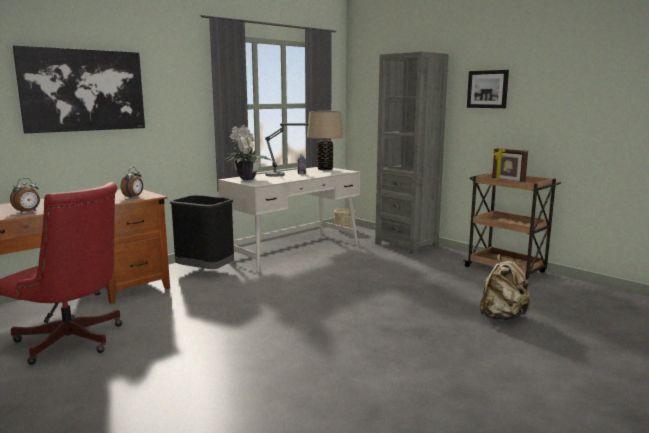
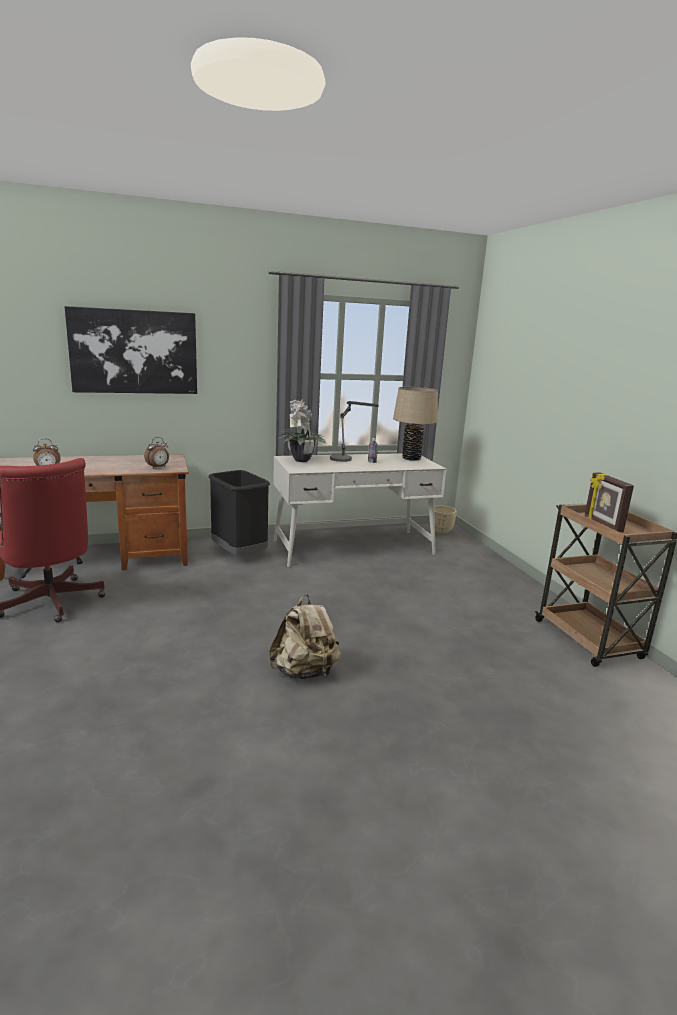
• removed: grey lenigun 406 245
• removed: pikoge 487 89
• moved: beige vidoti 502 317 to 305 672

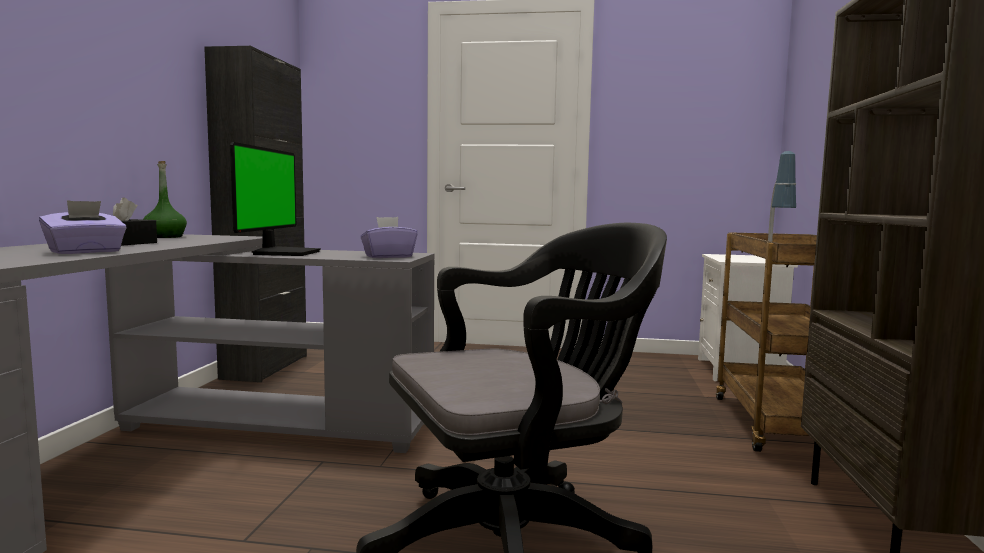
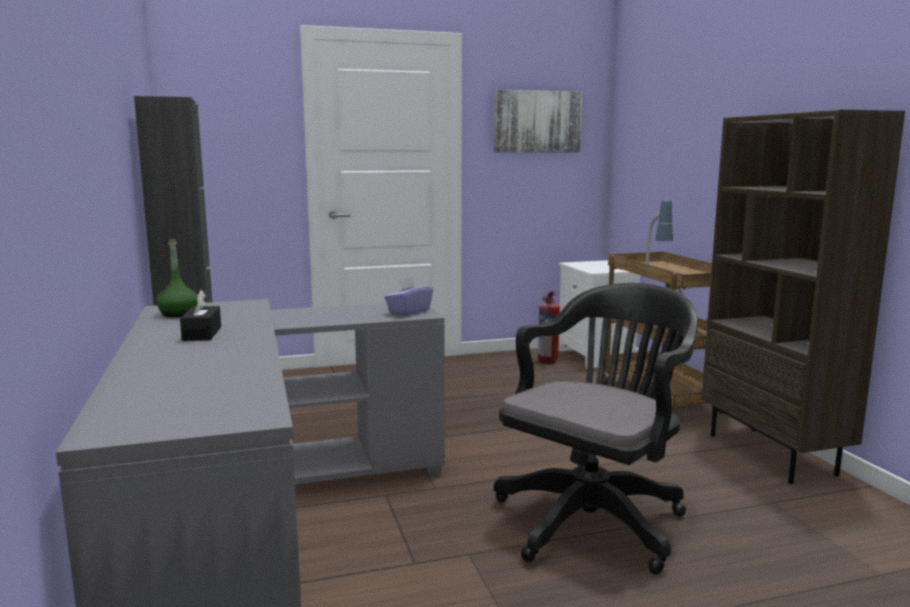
• removed: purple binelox 86 252
• removed: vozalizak 284 253
• added: pikoge 537 121
• added: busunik 548 361

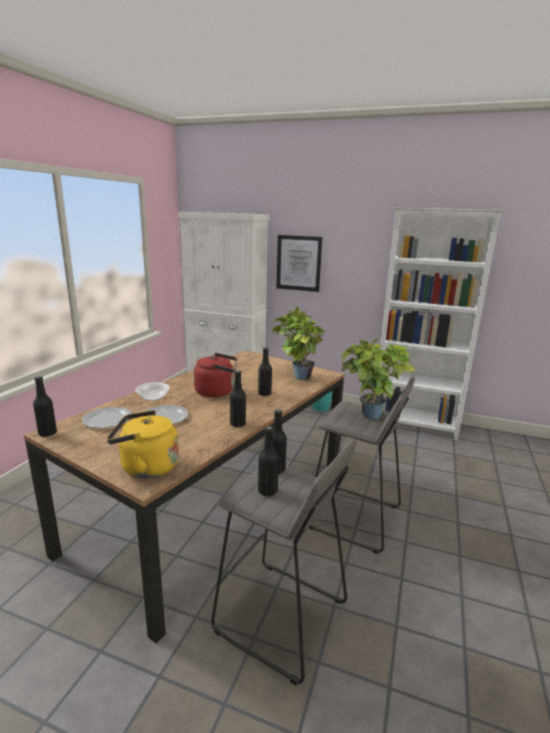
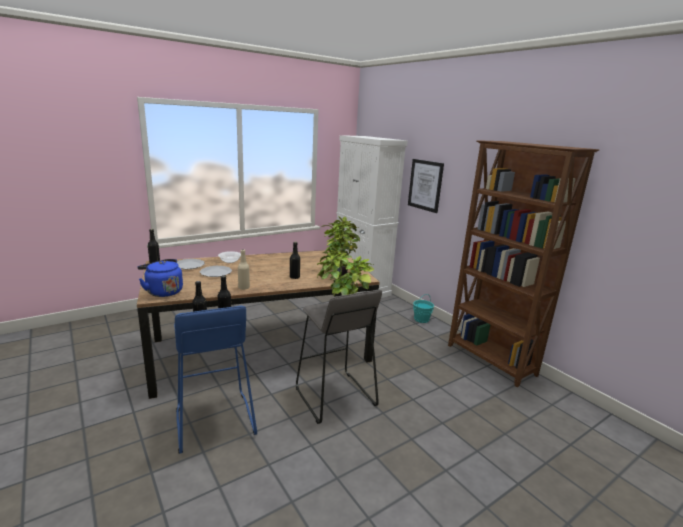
• removed: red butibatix 217 392
• recoloured: yellow butibatix 146 467 to blue butibatix 163 291
• recoloured: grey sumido 280 618 to blue sumido 214 422
• recoloured: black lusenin 237 424 to beige lusenin 244 288
• recoloured: white lenigun 414 425 to brown lenigun 490 360

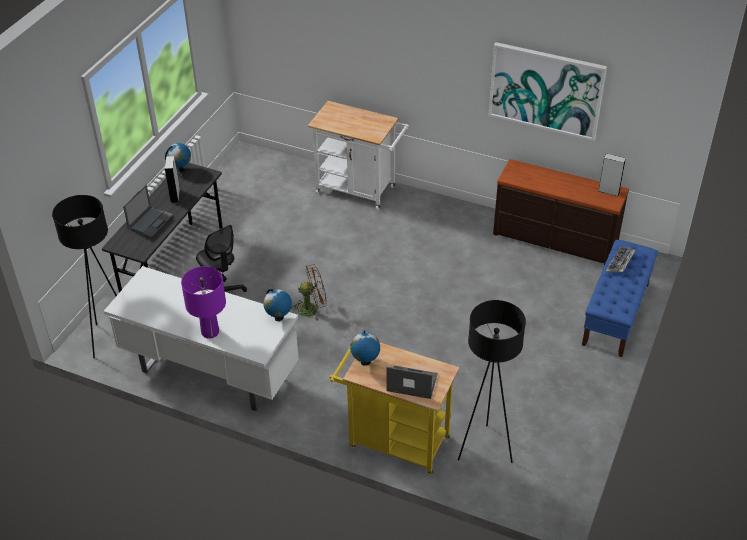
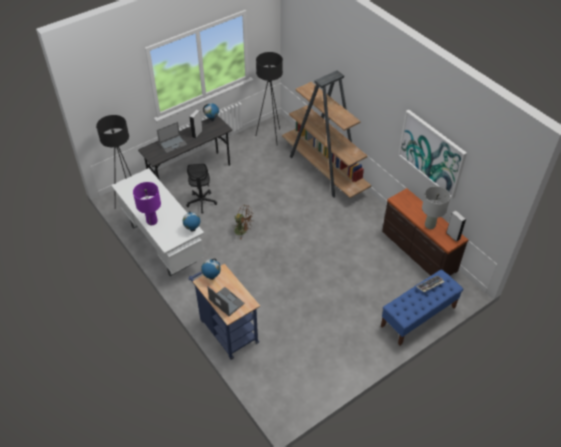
• added: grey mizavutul 429 225
• moved: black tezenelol 484 449 to 270 136
• replaced: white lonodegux 360 190 to brown lenigun 324 171
• recoloured: yellow lonodegux 393 441 to blue lonodegux 227 329

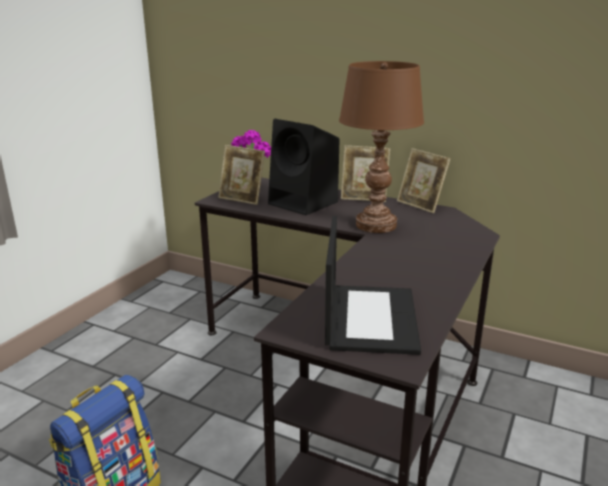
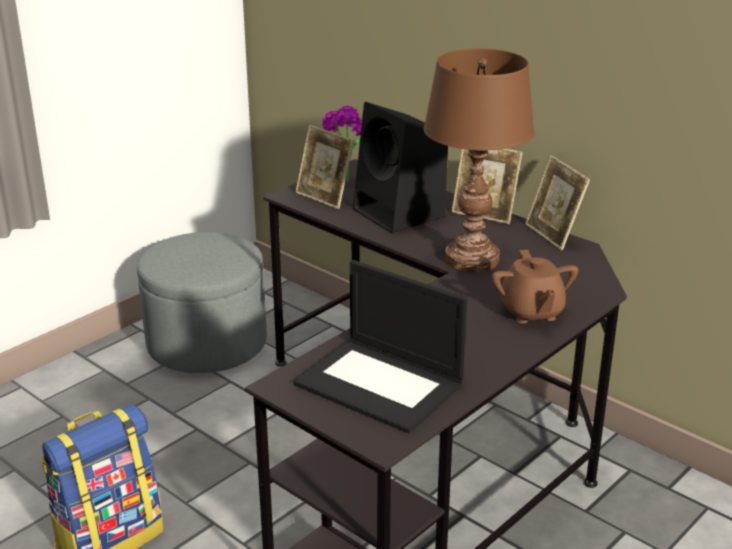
• added: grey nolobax 207 343
• added: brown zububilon 531 312
• turned: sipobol 369 318 = 381 384 105 degrees clockwise

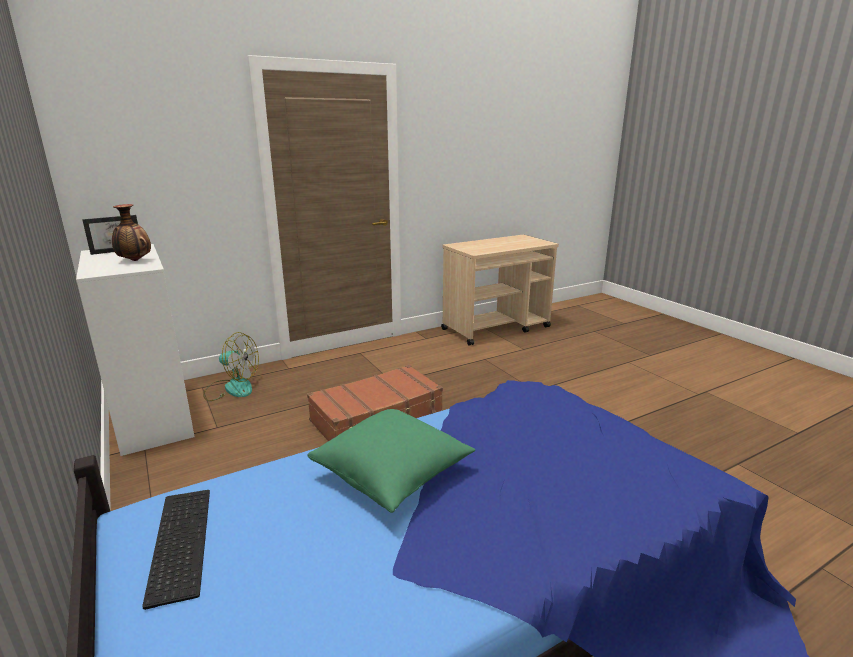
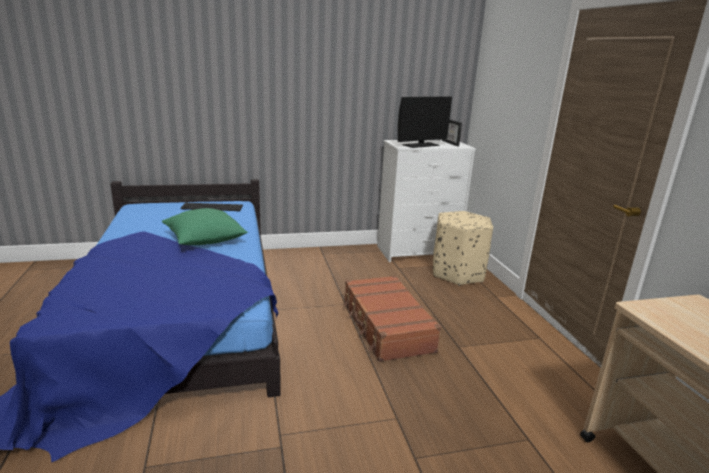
• replaced: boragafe 134 261 to vozalizak 421 145
• replaced: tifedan 231 388 to beige nolobax 458 273

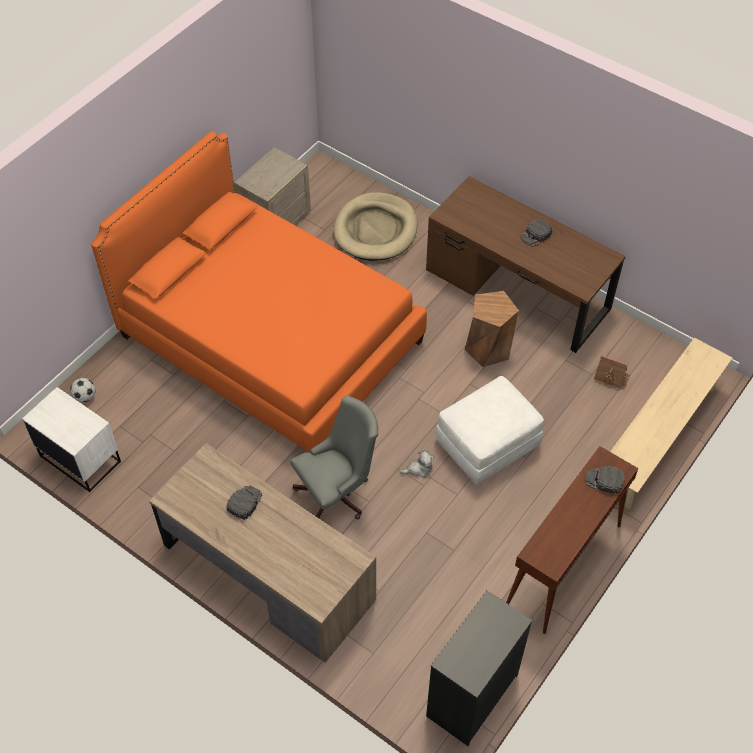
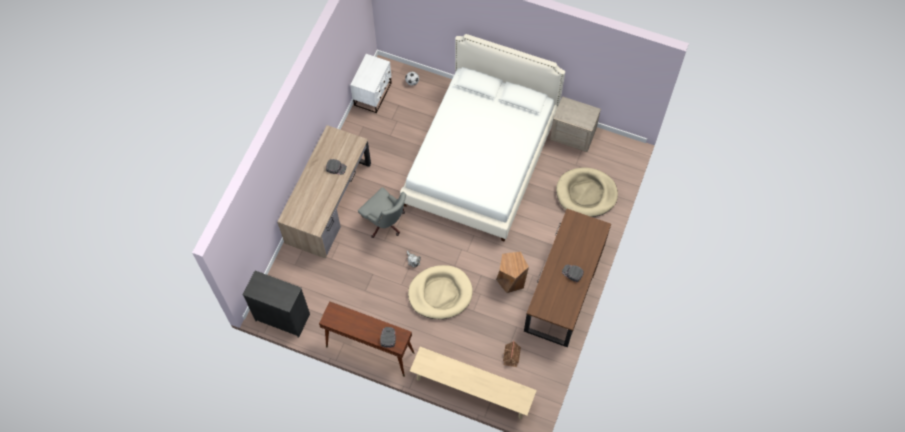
• replaced: white nolobax 487 444 to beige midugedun 440 293
• recoloured: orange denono 270 338 to white denono 481 160

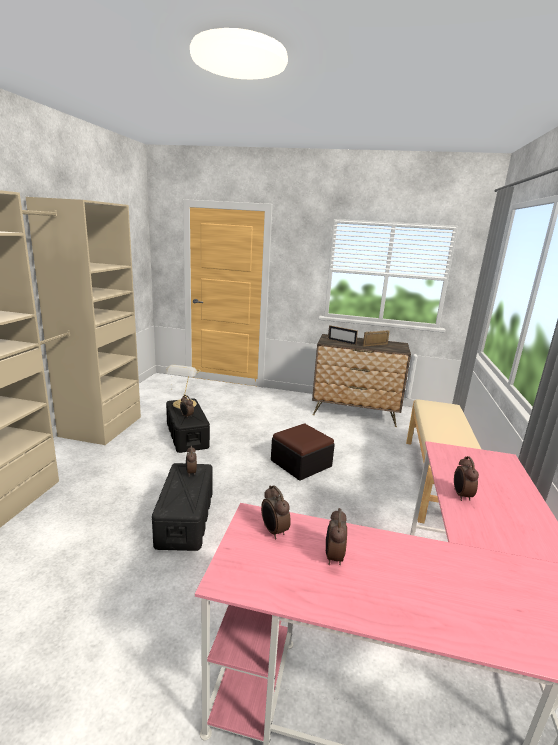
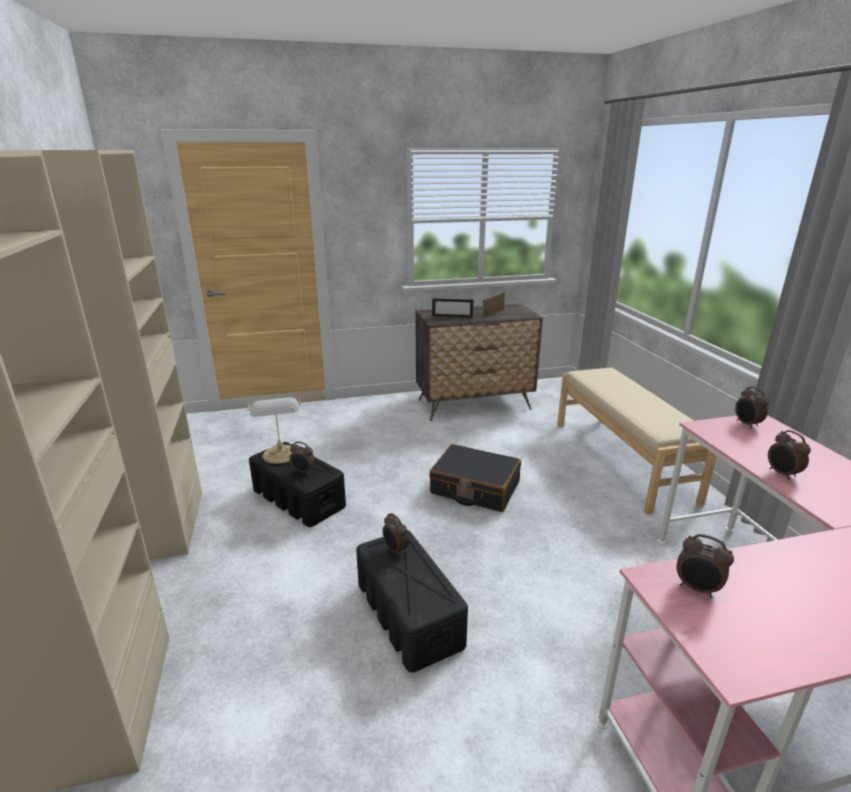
• moved: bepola 333 557 to 746 424
• replaced: nolobax 301 463 to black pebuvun 474 488

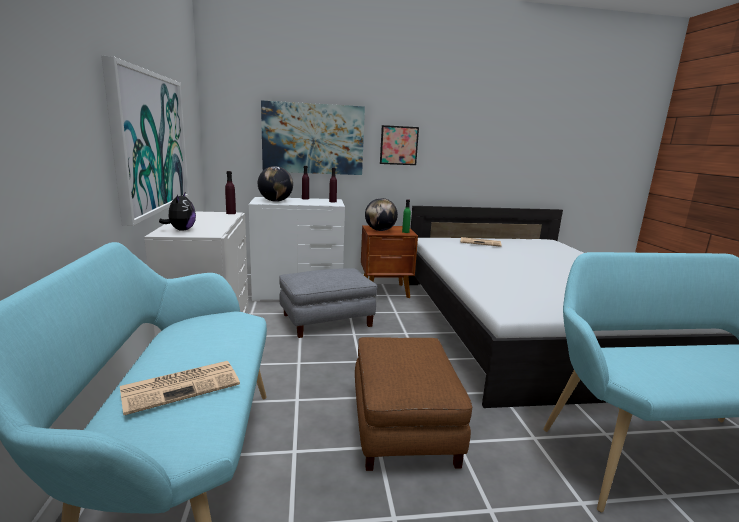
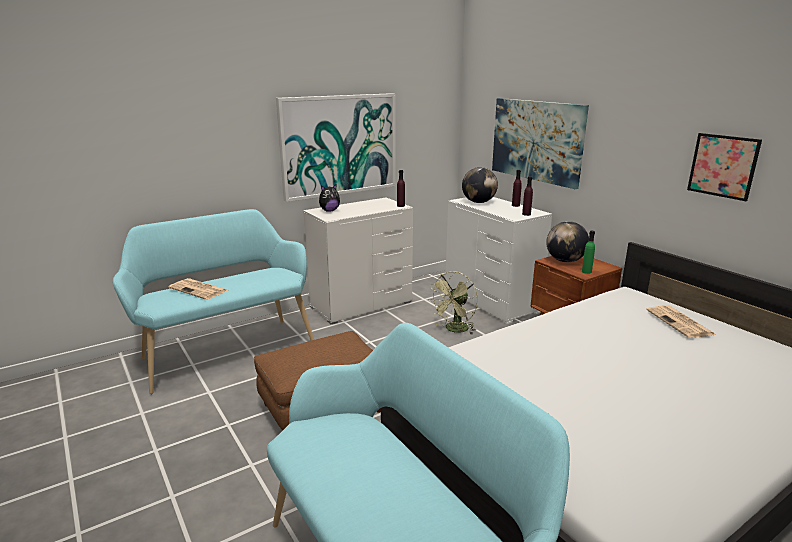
• moved: pikoge 399 145 to 723 166
• replaced: grey nolobax 327 320 to green tifedan 454 330

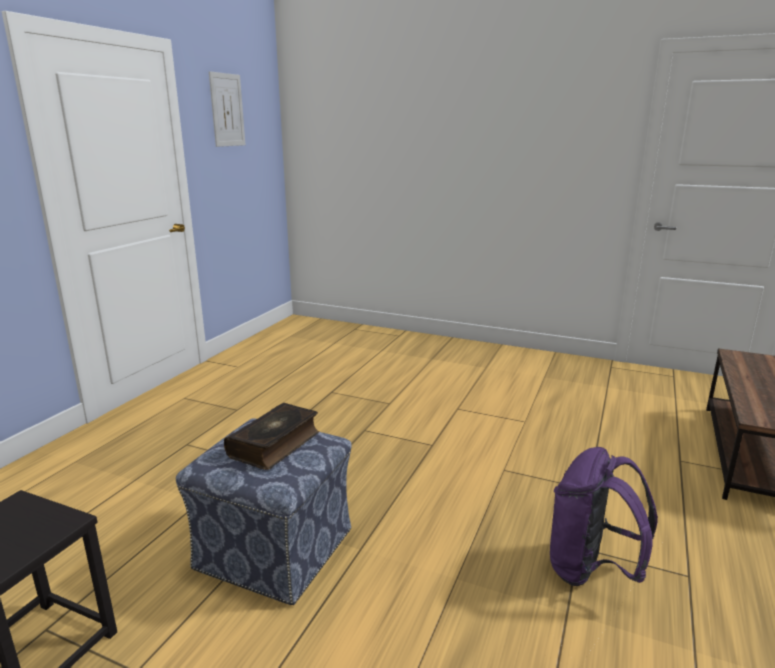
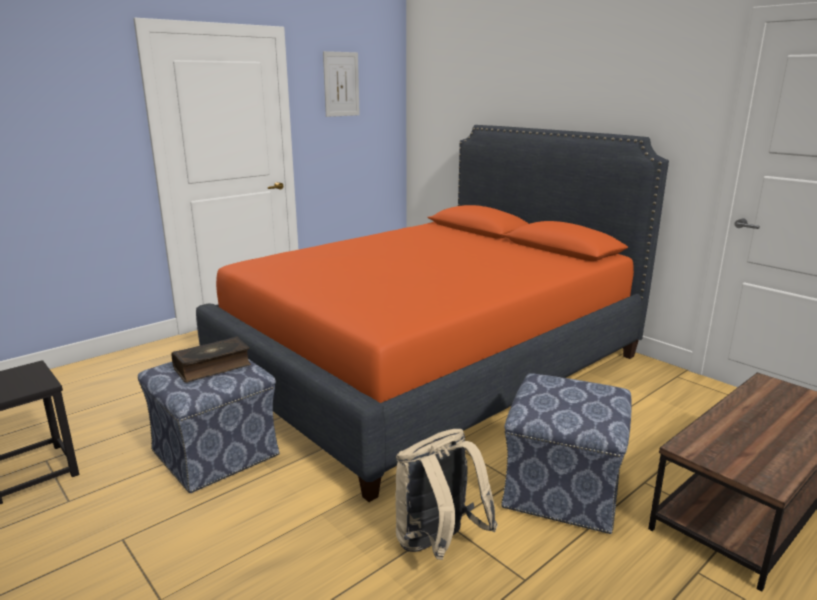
• added: orange denono 431 366
• added: nolobax 562 490
• recoloured: purple vidoti 590 570 to beige vidoti 437 544

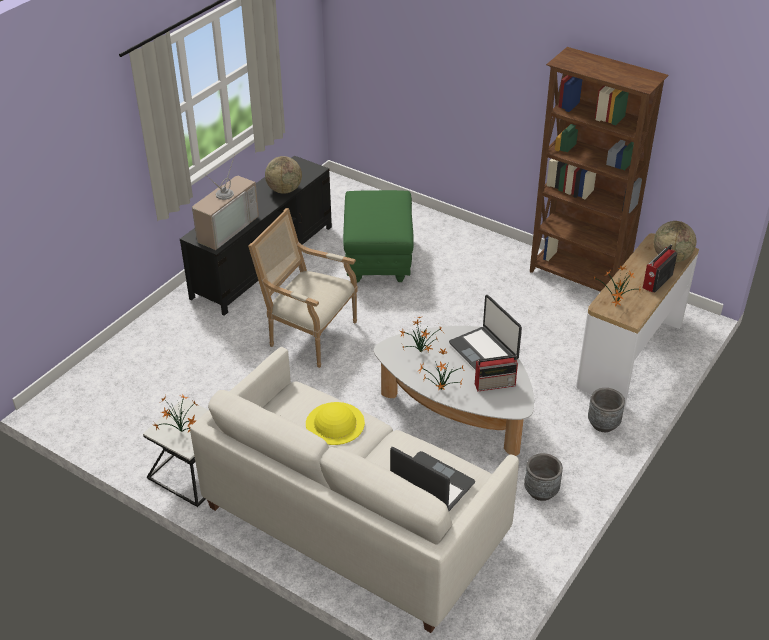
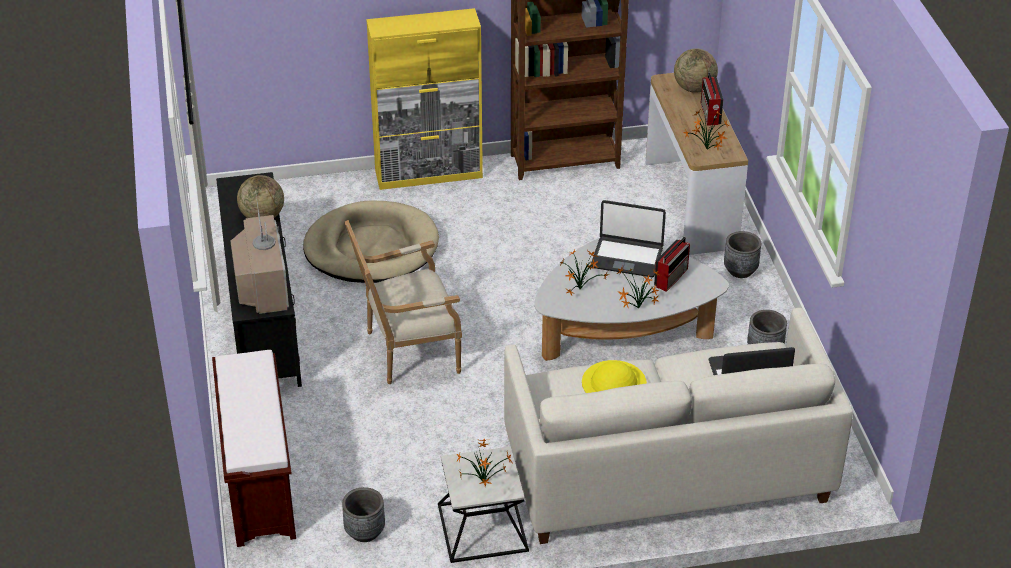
• added: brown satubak 258 484
• added: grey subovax 364 531
• added: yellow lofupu 429 174
• replaced: green nolobax 378 260 to beige midugedun 371 248

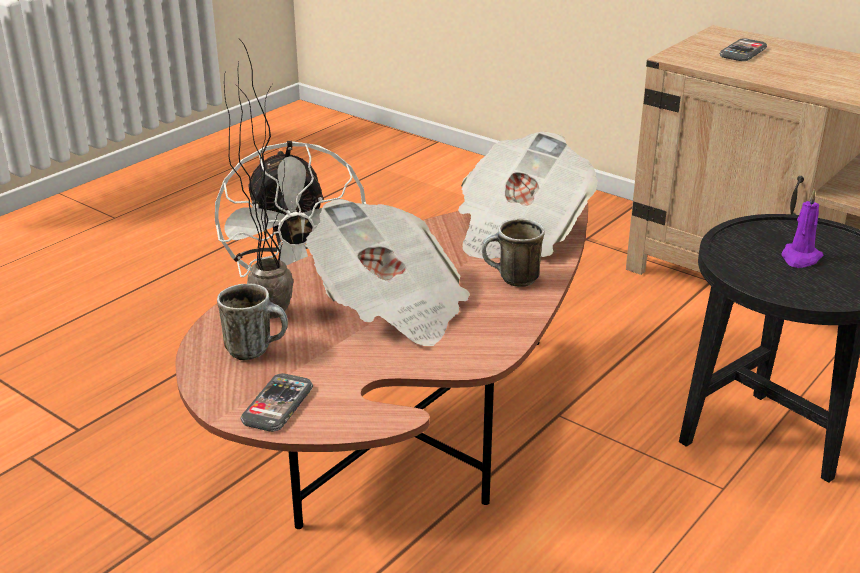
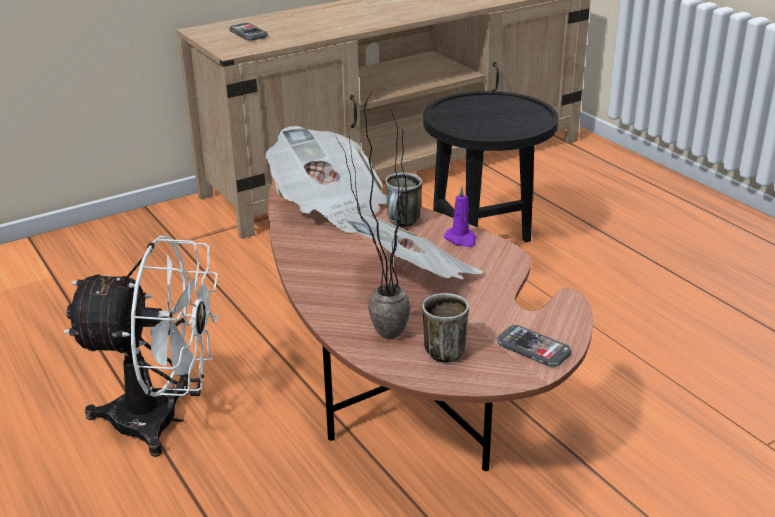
• moved: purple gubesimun 800 258 to 461 239

